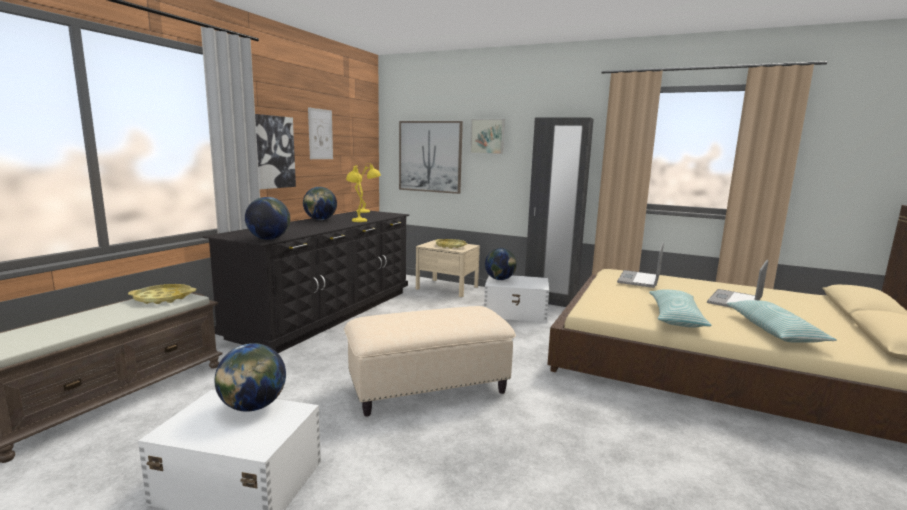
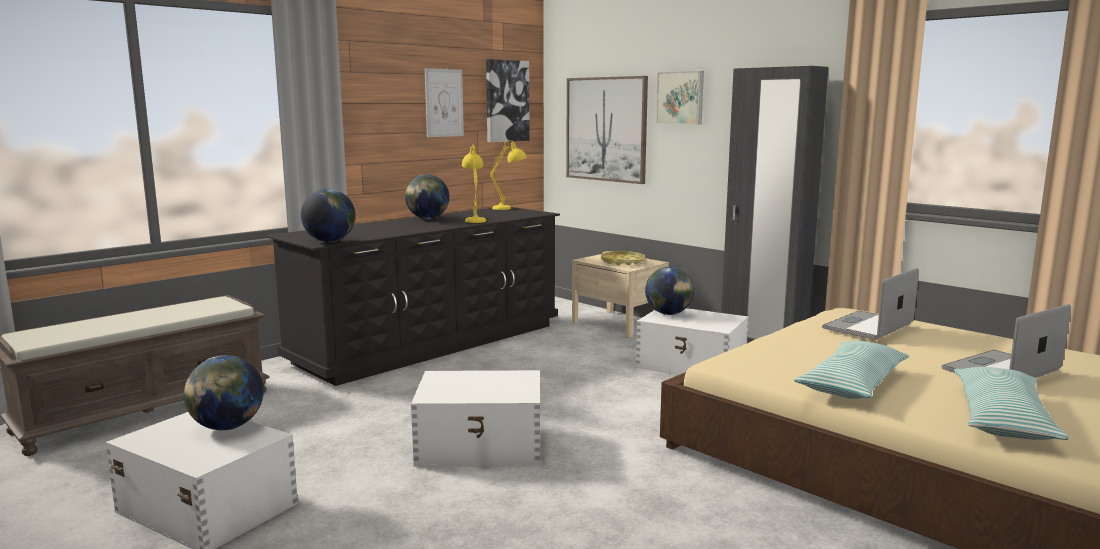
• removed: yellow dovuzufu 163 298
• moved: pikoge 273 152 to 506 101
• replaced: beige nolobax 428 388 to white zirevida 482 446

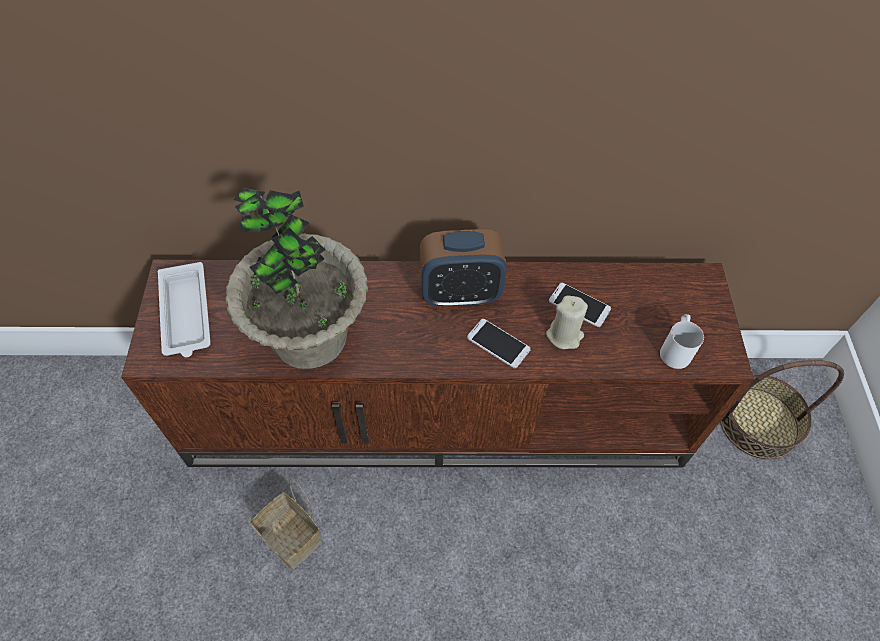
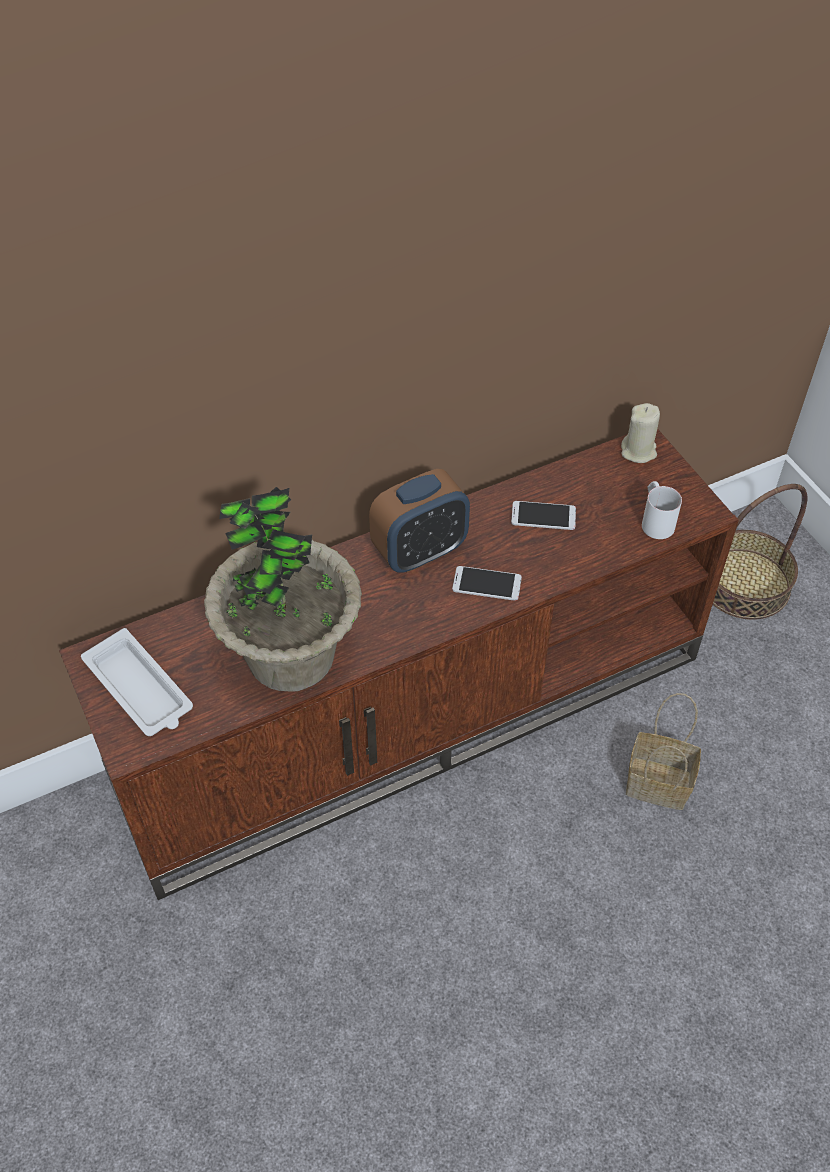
• moved: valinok 293 538 to 660 783
• moved: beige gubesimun 564 335 to 638 451

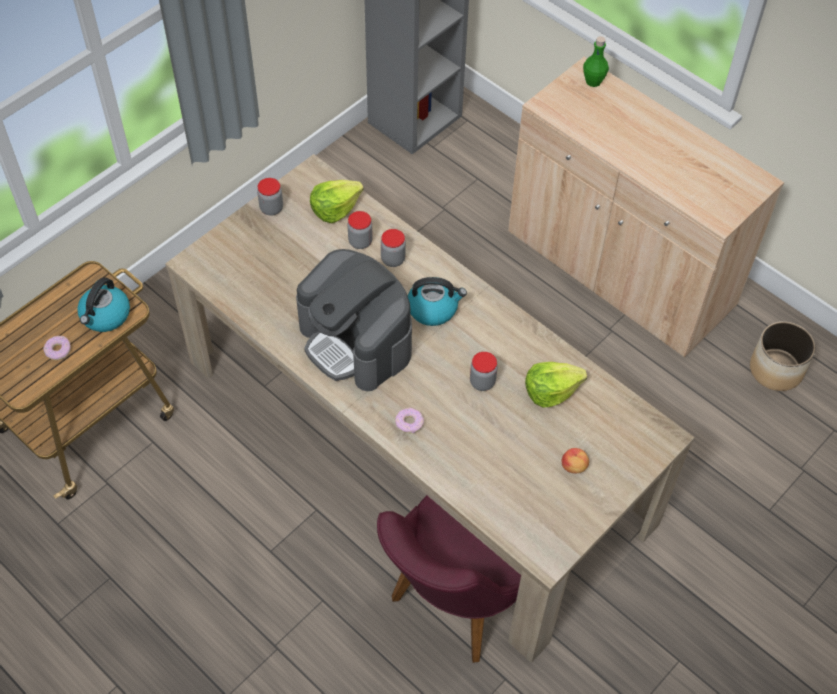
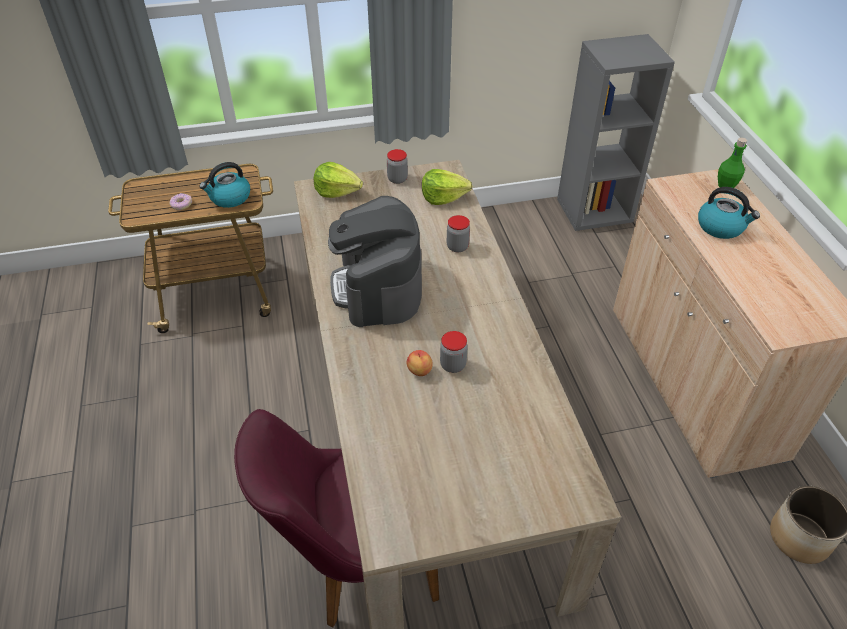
• removed: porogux 360 242
• removed: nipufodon 409 423
• moved: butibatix 433 308 to 721 227
• moved: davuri 551 391 to 337 191
• moved: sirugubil 574 467 to 419 371

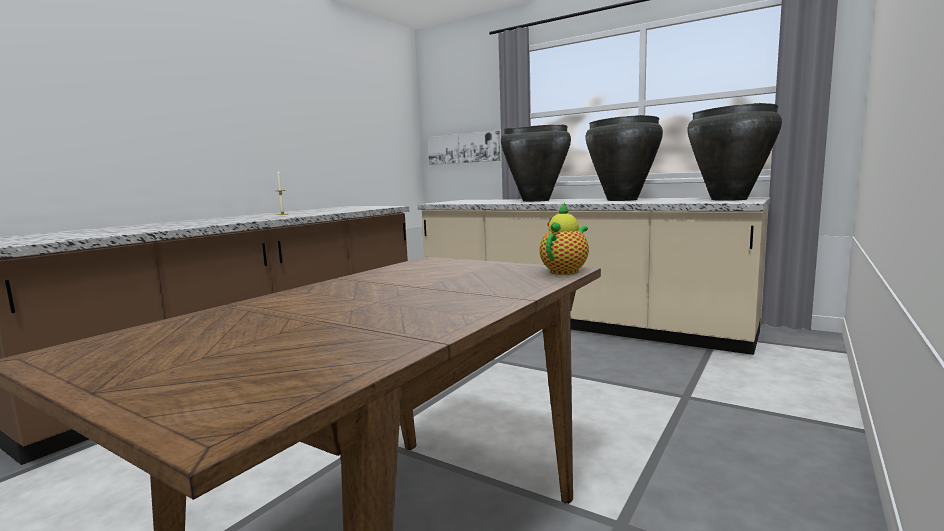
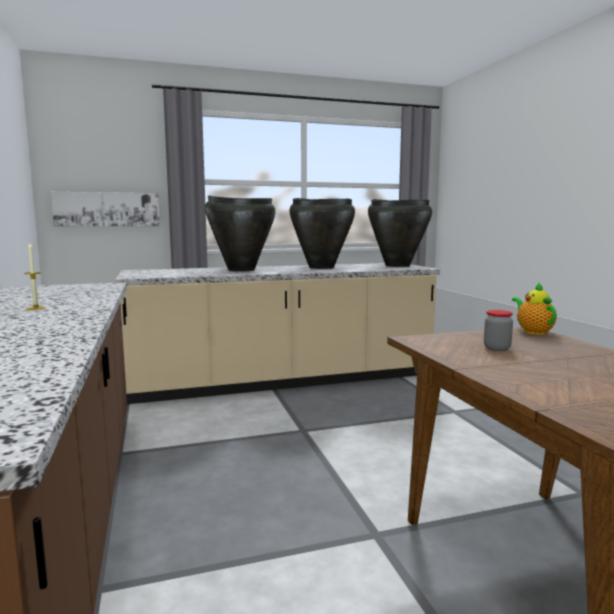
• added: porogux 497 348

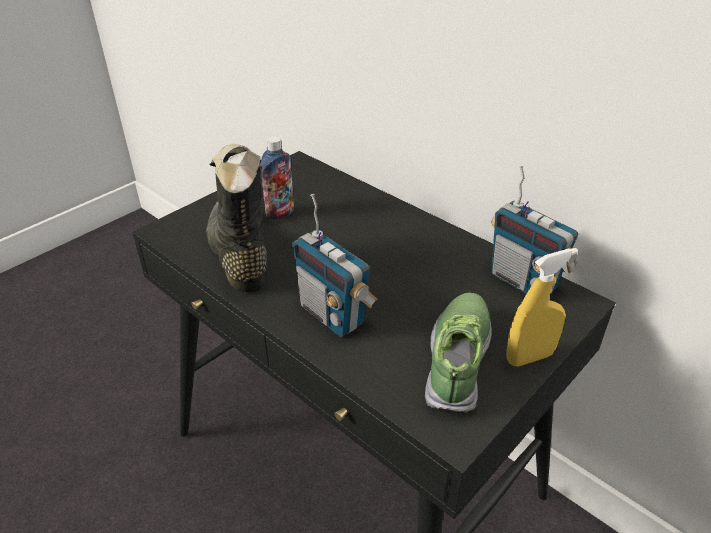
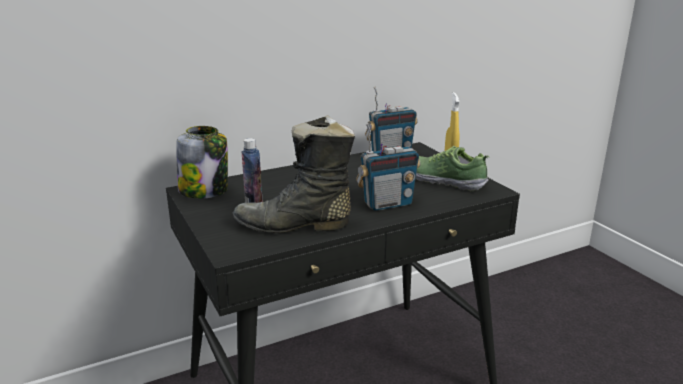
• added: porogux 205 190

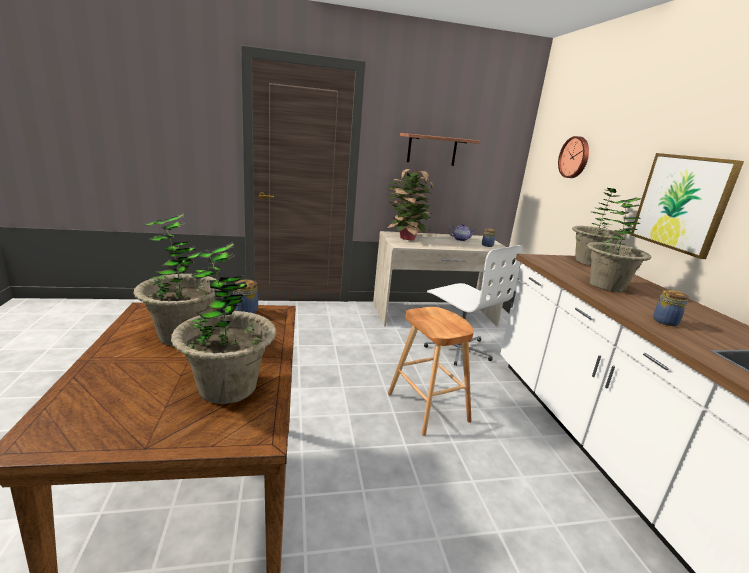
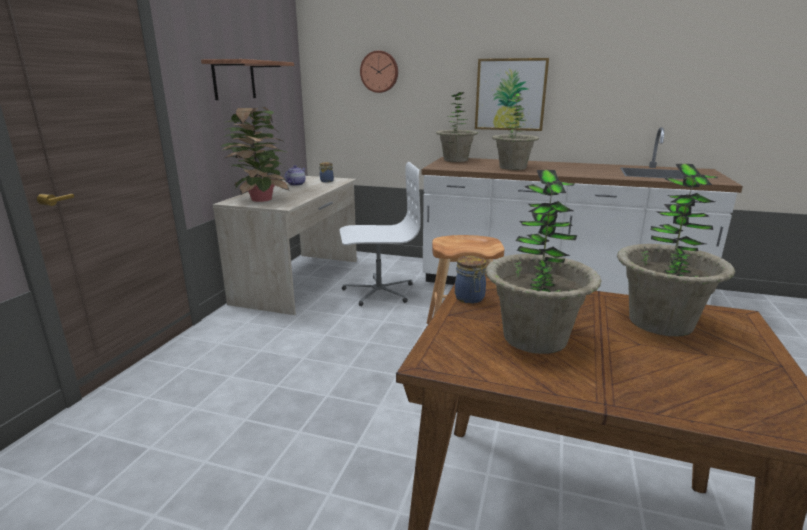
• removed: porogux 664 321

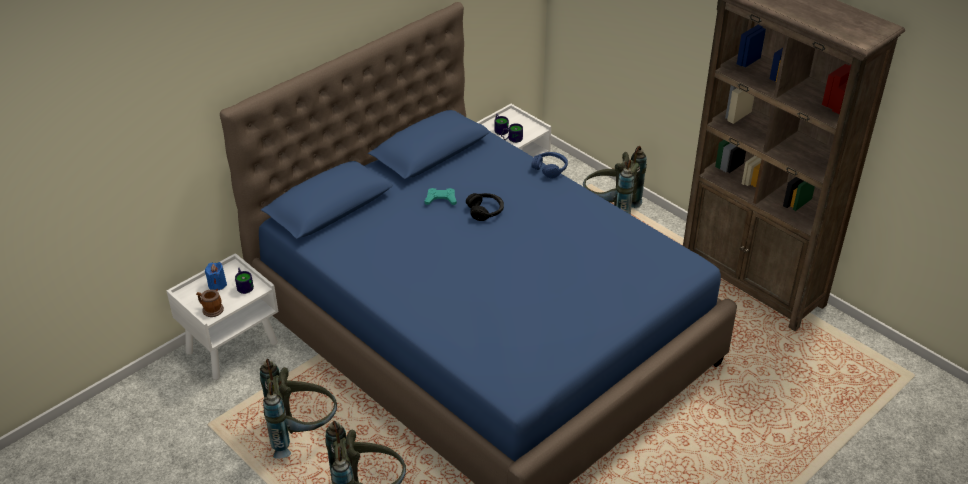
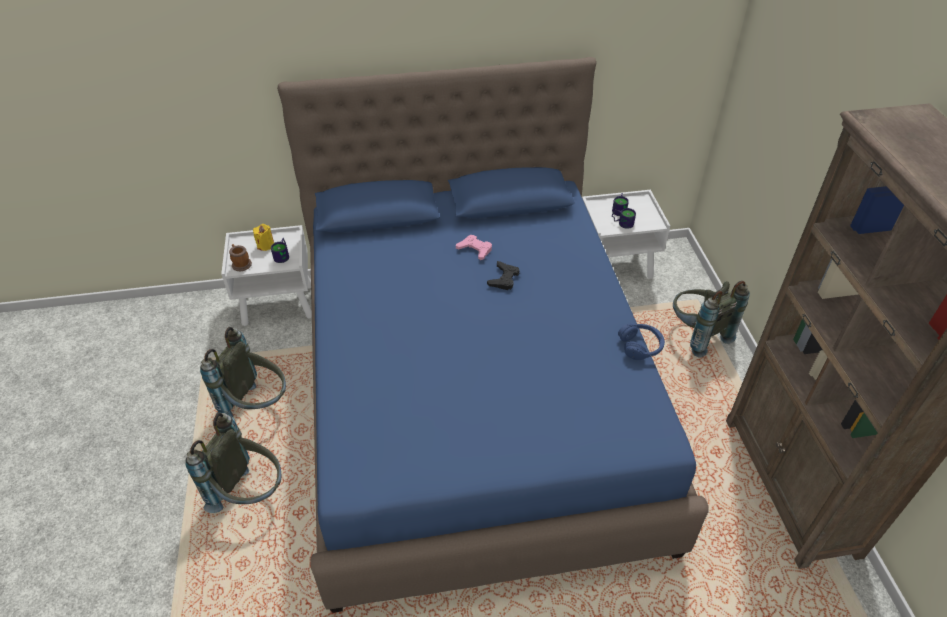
• moved: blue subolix 550 169 to 640 346
• replaced: black subolix 485 211 to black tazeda 504 279
• recoloured: blue gubesimun 217 284 to yellow gubesimun 266 245
• recoloured: turquoise tazeda 441 199 to pink tazeda 475 250

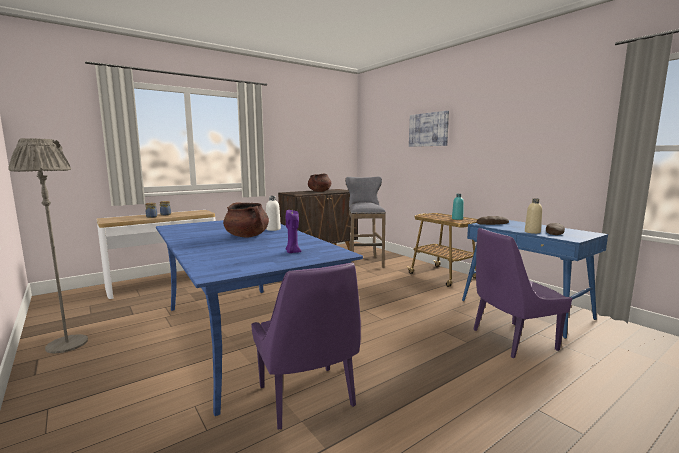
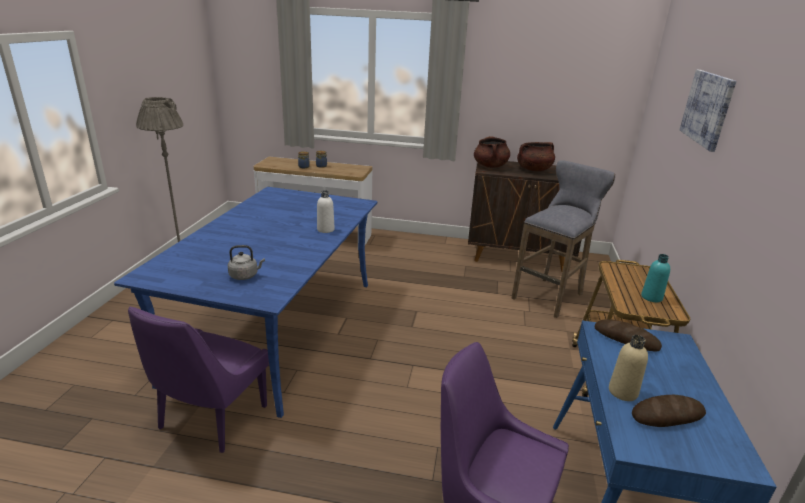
• moved: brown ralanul 247 236 to 490 166
• replaced: purple gubesimun 292 252 to grey butibatix 245 276

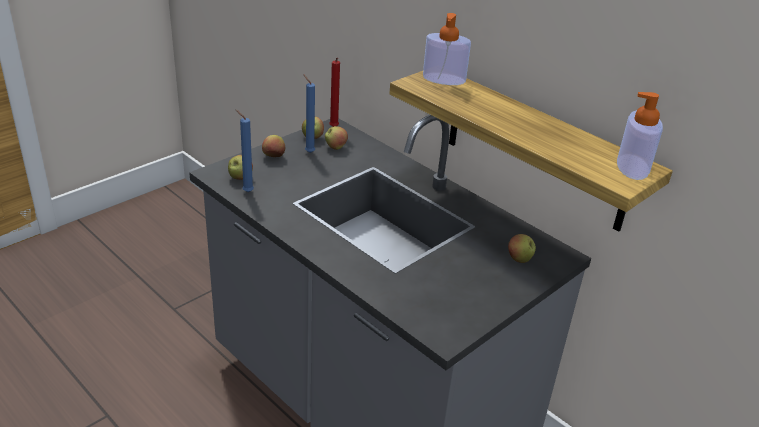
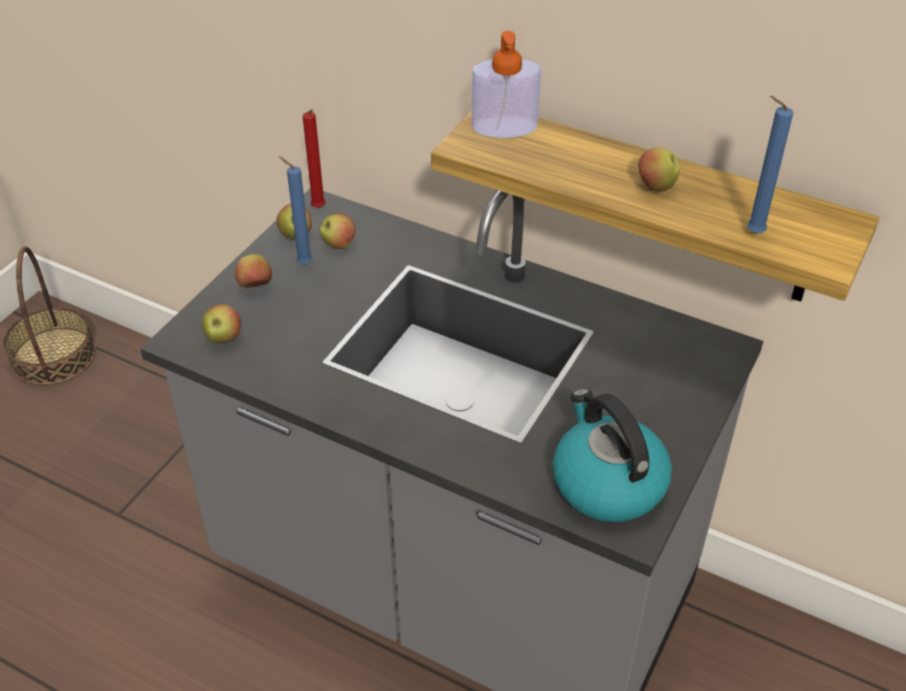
• removed: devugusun 632 167
• added: valinok 53 356
• added: butibatix 606 483
• moved: blue gubesimun 246 191 to 751 233
• moved: sirugubil 519 259 to 655 187

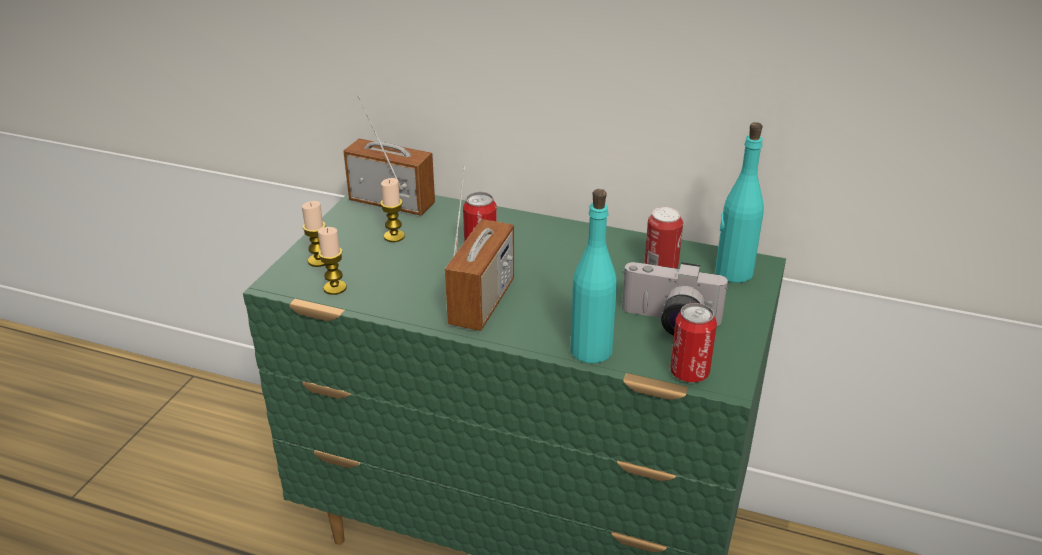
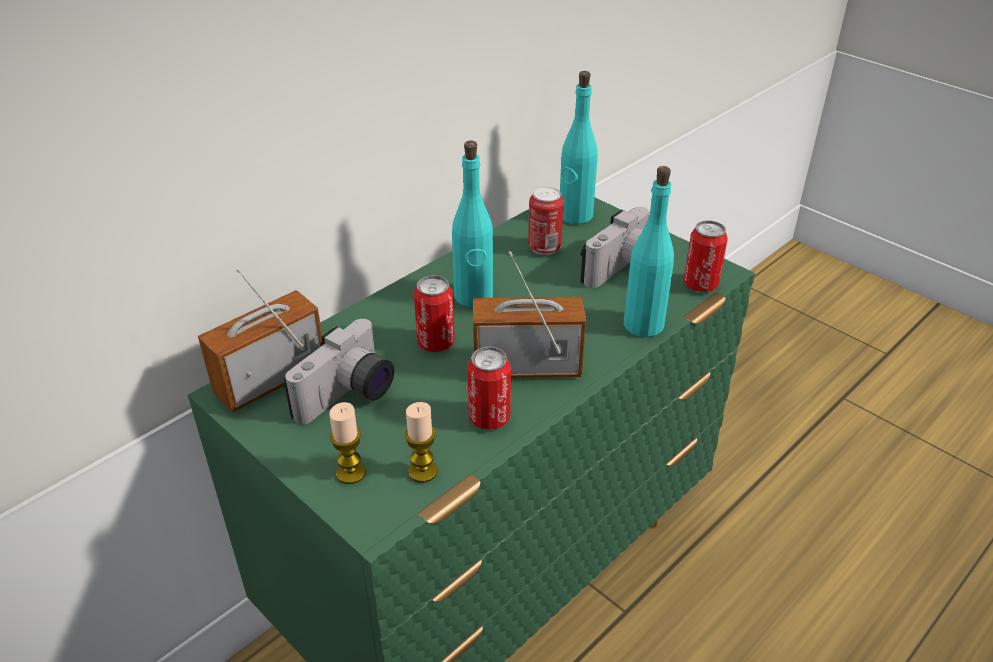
• added: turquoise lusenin 473 296
• added: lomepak 489 418
• replaced: gubesimun 394 236 to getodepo 349 397
• turned: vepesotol 482 302 = 527 367 45 degrees counterclockwise

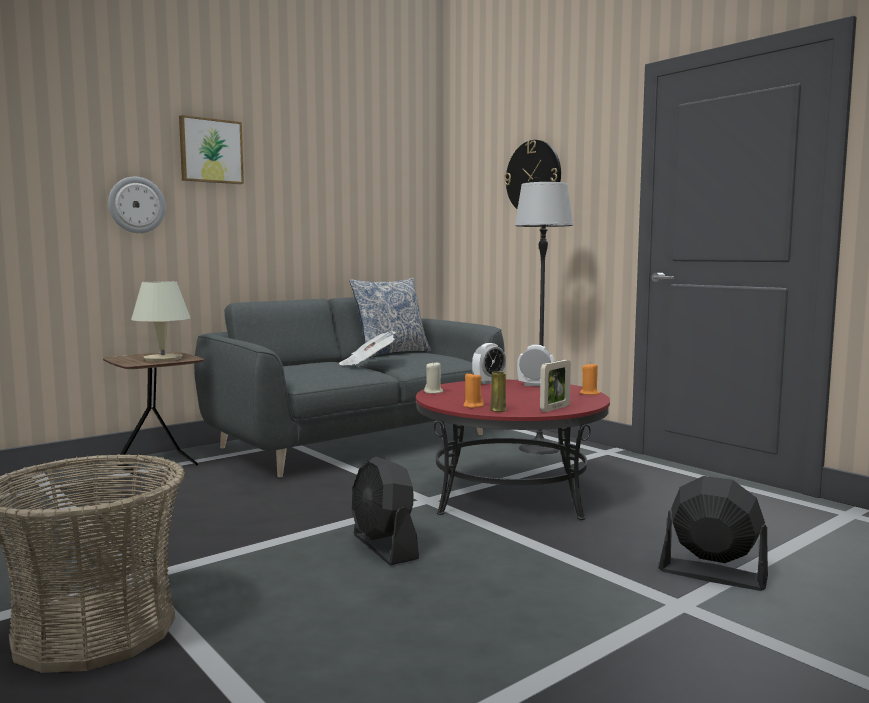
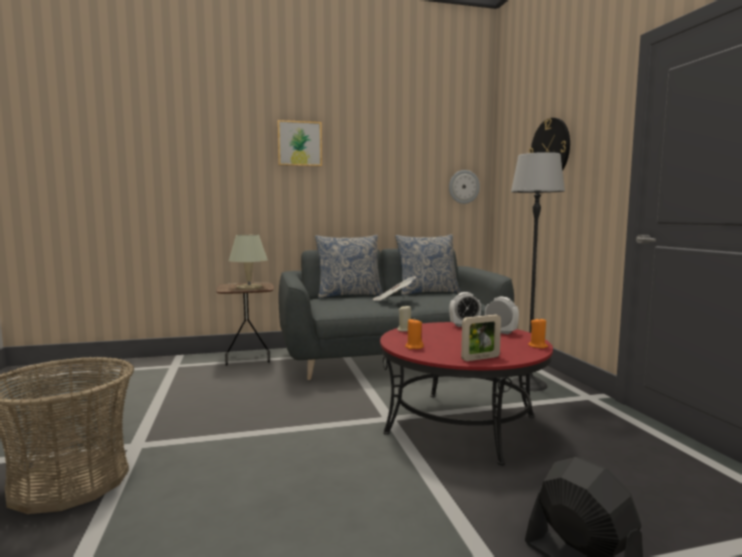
• removed: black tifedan 384 547
• removed: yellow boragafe 498 410
• added: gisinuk 349 295
• moved: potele 136 205 to 463 187

